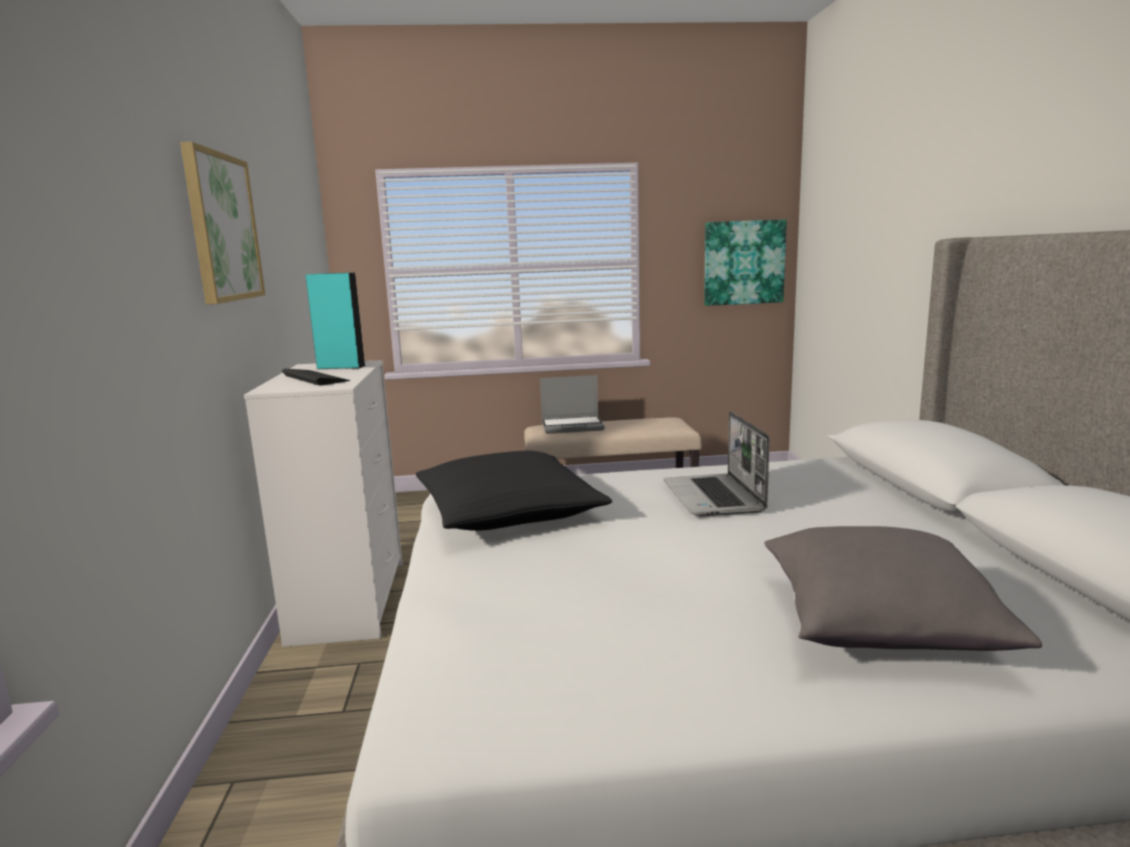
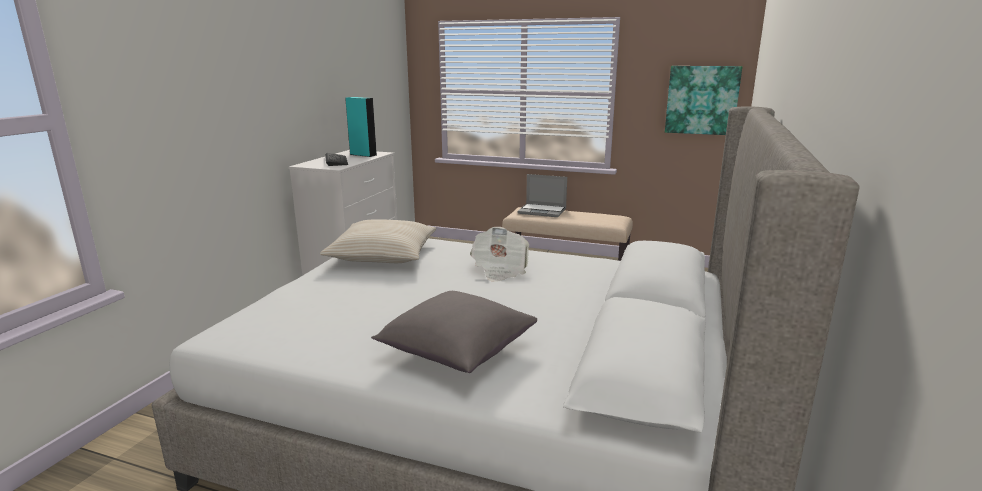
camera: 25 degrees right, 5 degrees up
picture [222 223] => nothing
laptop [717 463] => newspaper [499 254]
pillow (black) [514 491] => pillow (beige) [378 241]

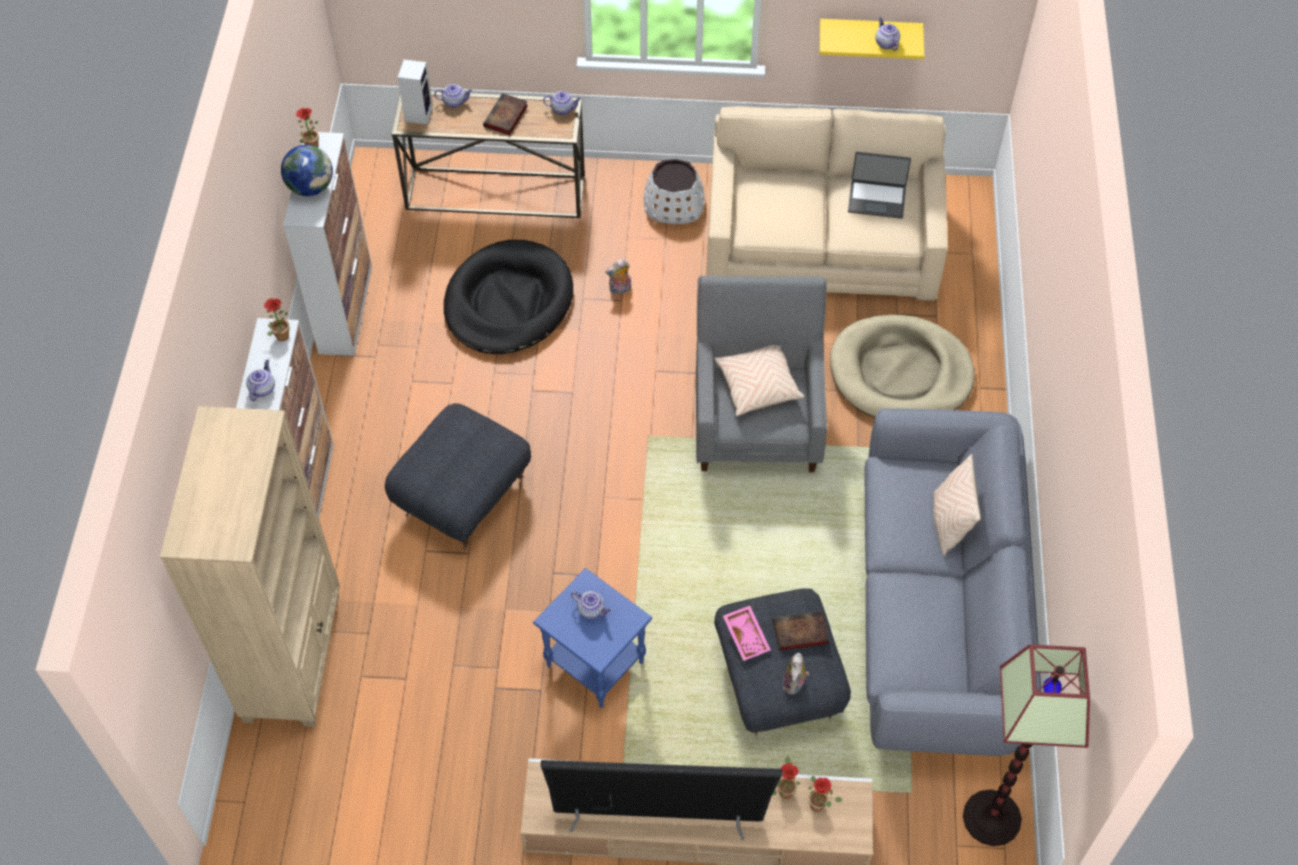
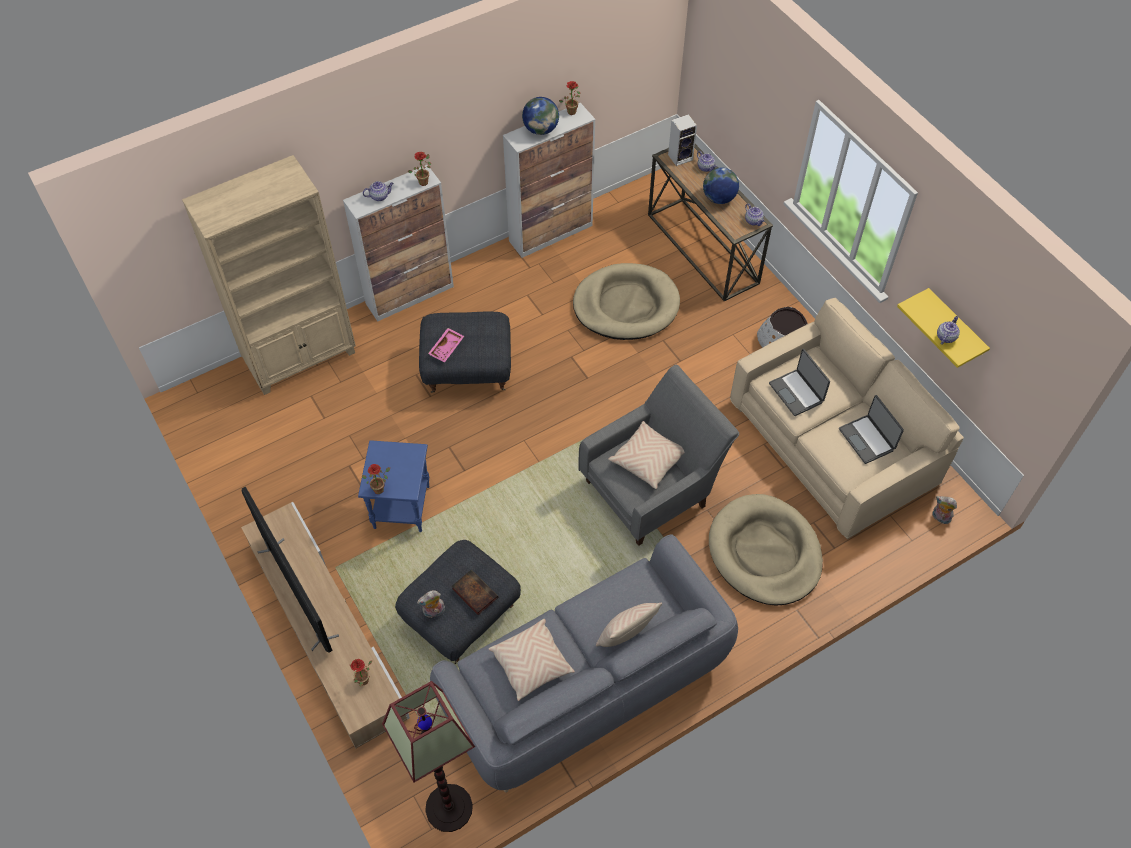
camera: 55 degrees right, 0 degrees up
book [505 114] => globe [721 186]
dog bed (black) [508 297] => dog bed (beige) [626 301]
plush toy [618 277] => plush toy [944 510], shifted
teapot [591 605] => nothing
tray (pink) [747 633] => tray (pink) [446 345], shifted
potted plant [786 777] => potted plant [376 479], shifted
nothing => laptop [799 382]
nothing => pillow (beige) [532 660]

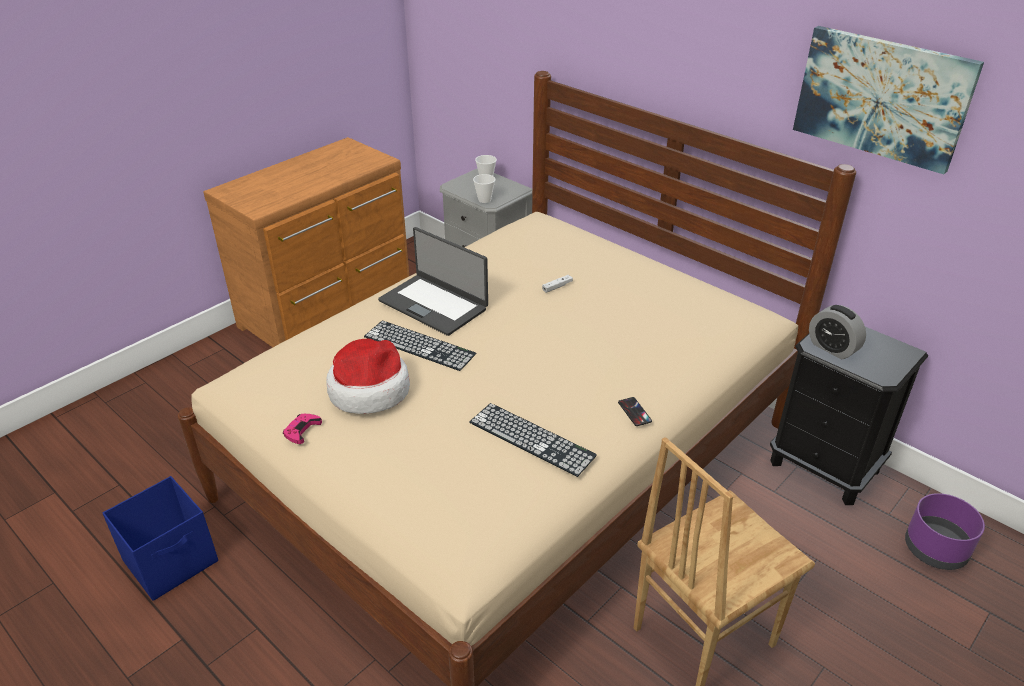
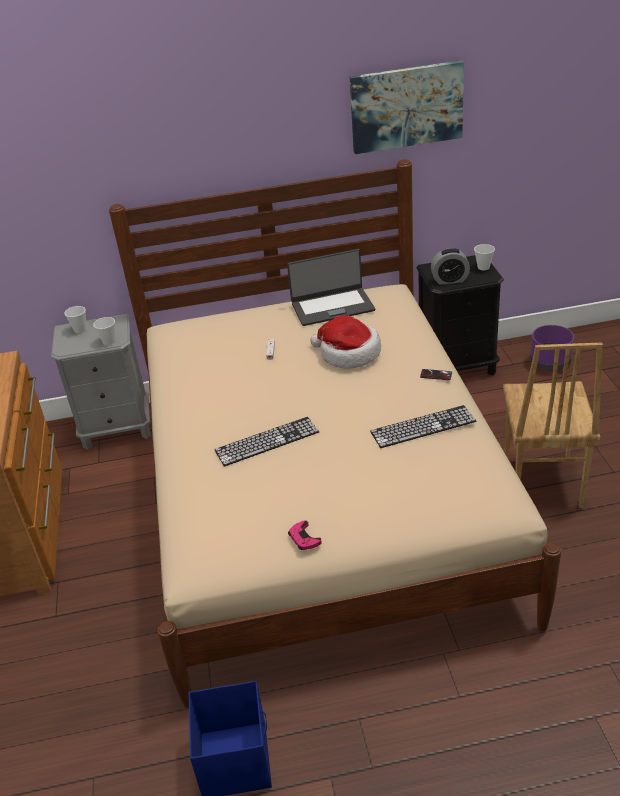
camera: 50 degrees left, 0 degrees up
laptop [433 281] => laptop [331 287], shifted
hat [368 376] => hat [345 342], shifted
nothing => cup [484 257]

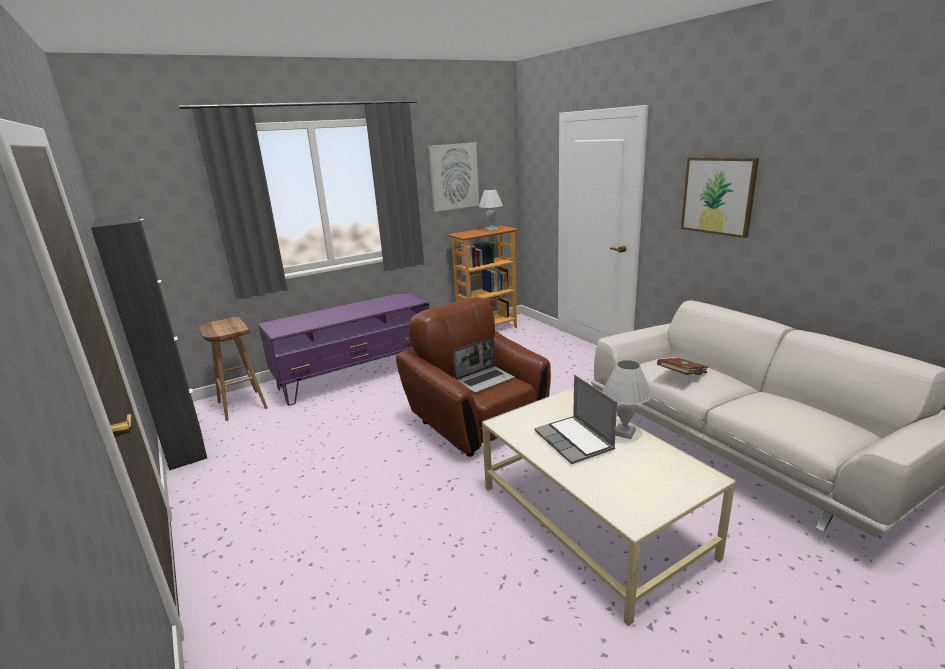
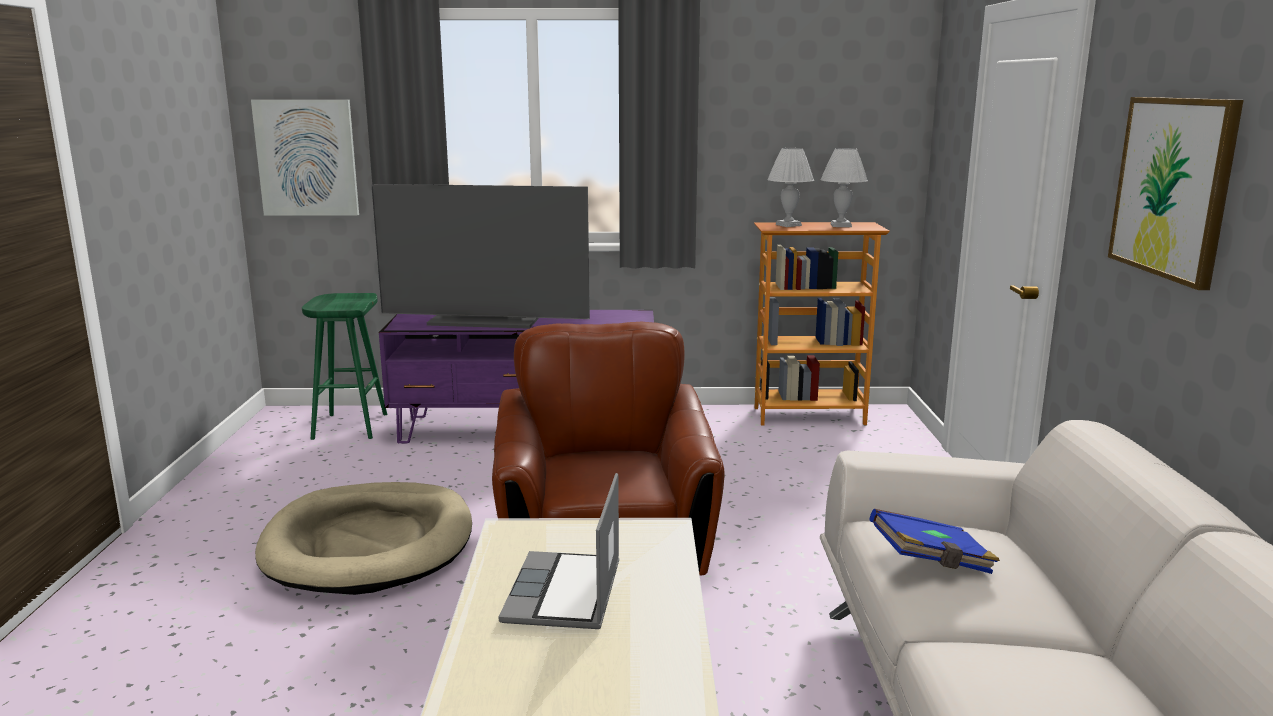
camera: 30 degrees right, 5 degrees down
picture [453 177] => picture [305 158], shifted
cabinet (black) [149 342] => nothing
stool (brown) [233 369] => stool (green) [344 366]
laptop [484 365] => nothing
book (brown) [683 366] => book (blue) [935 541]
table lamp (white) [627 399] => table lamp (white) [790 187], shifted
nothing => television [480 256]
nothing => dog bed (beige) [363 538]

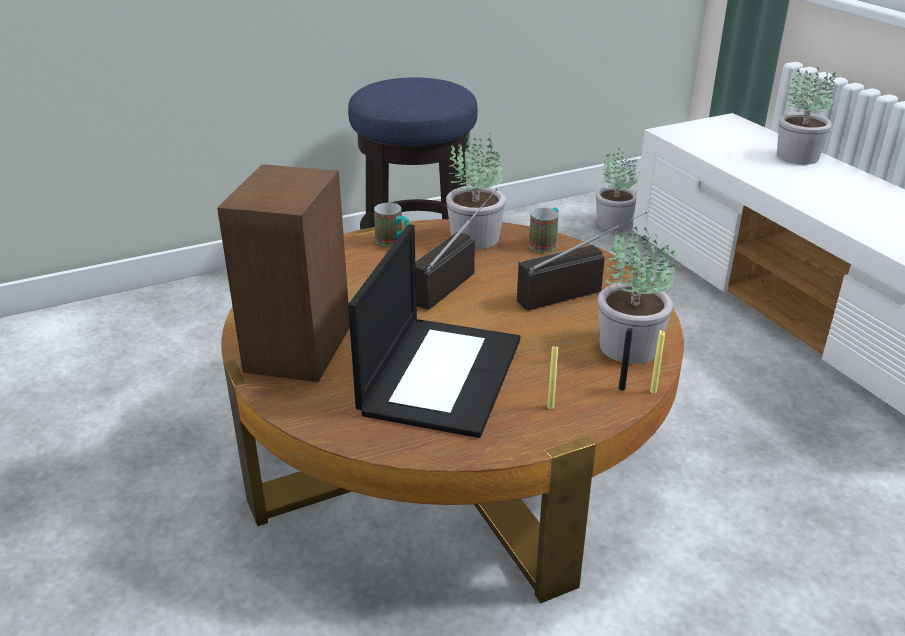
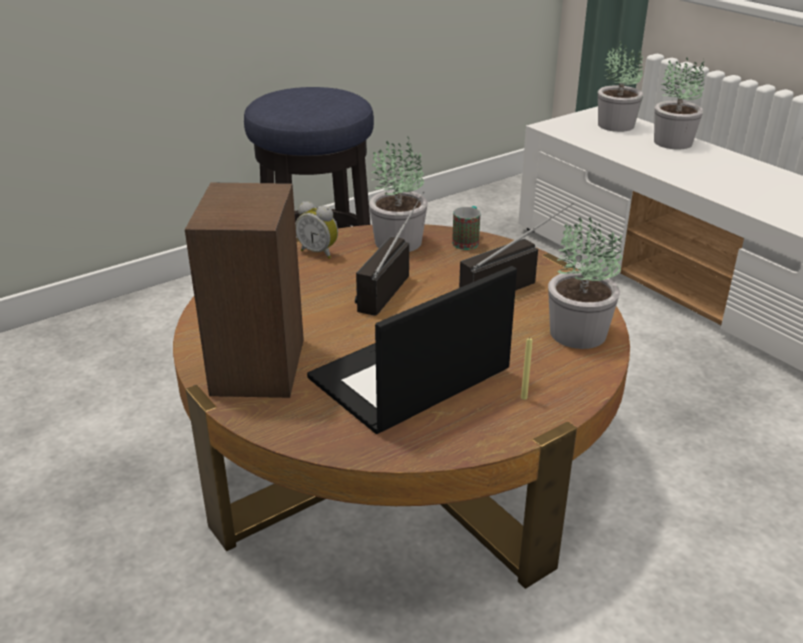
camera: 10 degrees left, 0 degrees up
potted plant [616 189] => potted plant [620 86], shifted
mug [391 224] => alarm clock [316 230]
laptop [434 331] => laptop [412 350], 135 degrees counterclockwise
candle (black) [625 359] => nothing
candle (yellow) [657 362] => nothing

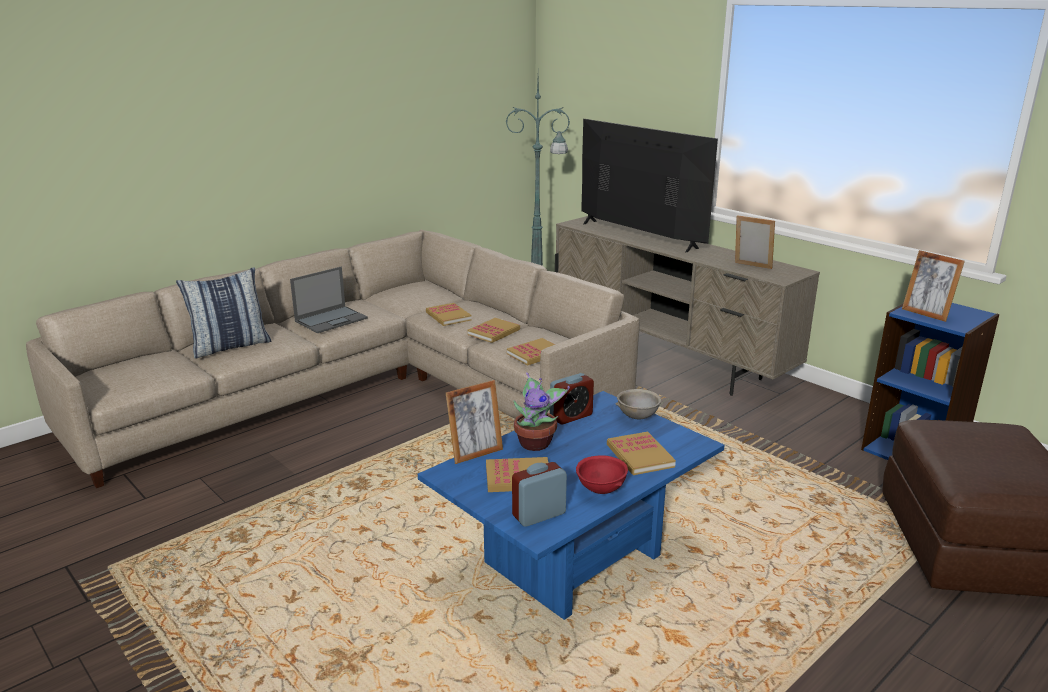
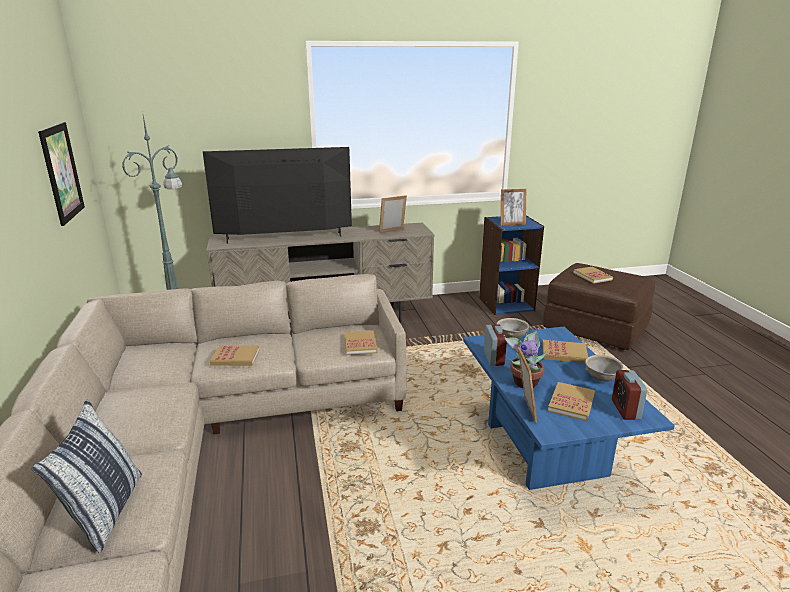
camera: 60 degrees left, 0 degrees up
laptop [329 300] => nothing
book [494 330] => book [593 275], shifted
bowl (red) [602 474] => bowl (grey) [604 368]
nothing => picture [61 174]

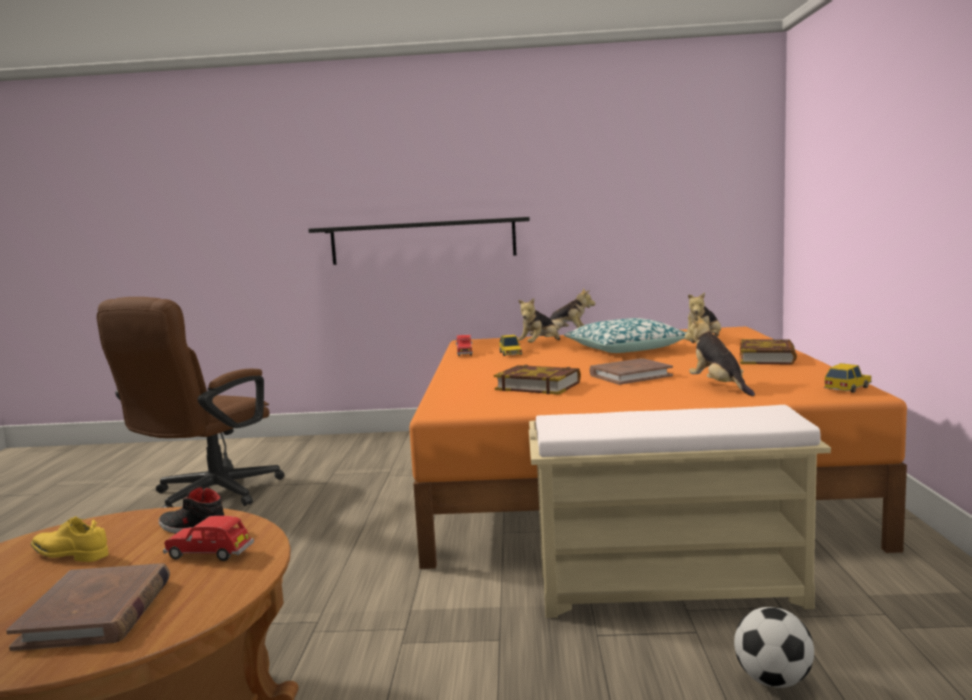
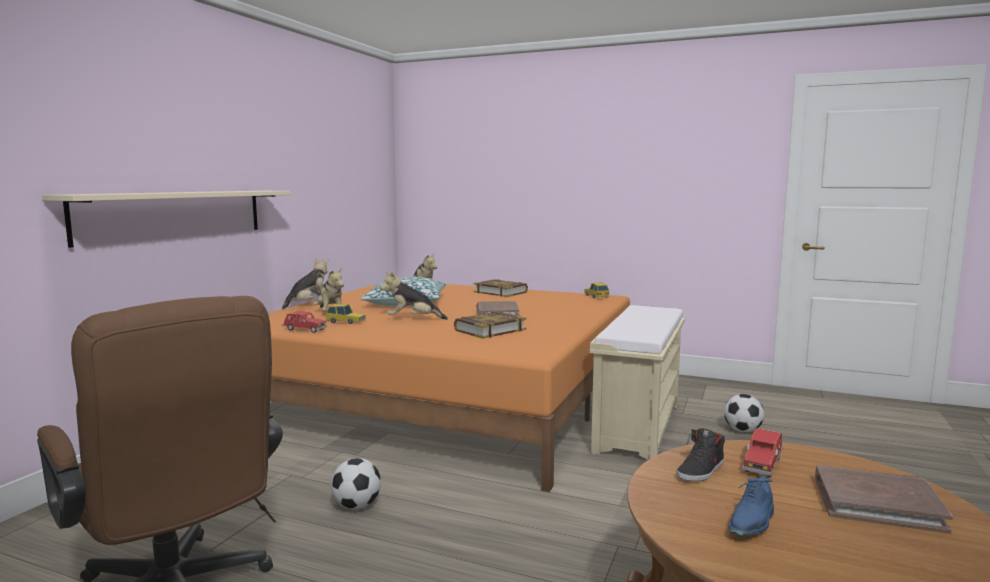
camera: 70 degrees left, 0 degrees up
shelf (black) [419 241] => shelf (beige) [166 219]
plush toy [719 356] => plush toy [414 296], shifted
shoe (yellow) [70 539] => shoe (blue) [751 505]
nothing => football [356 484]

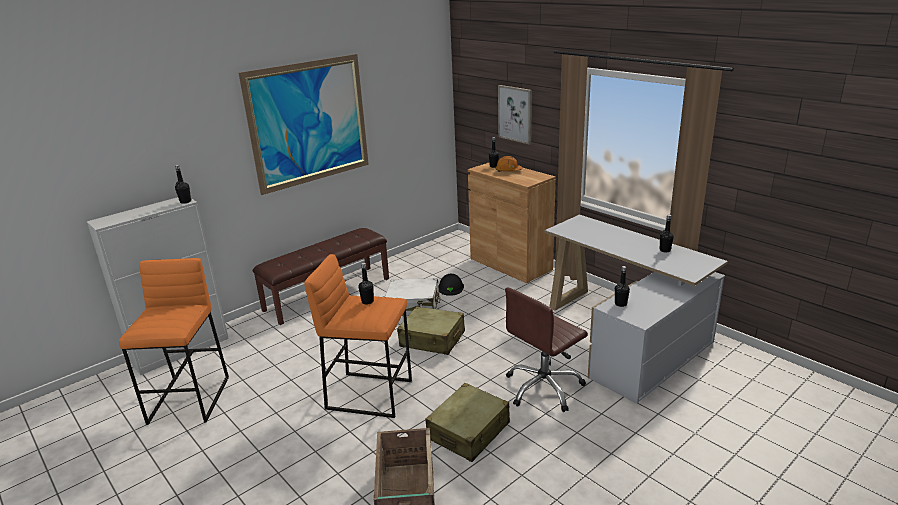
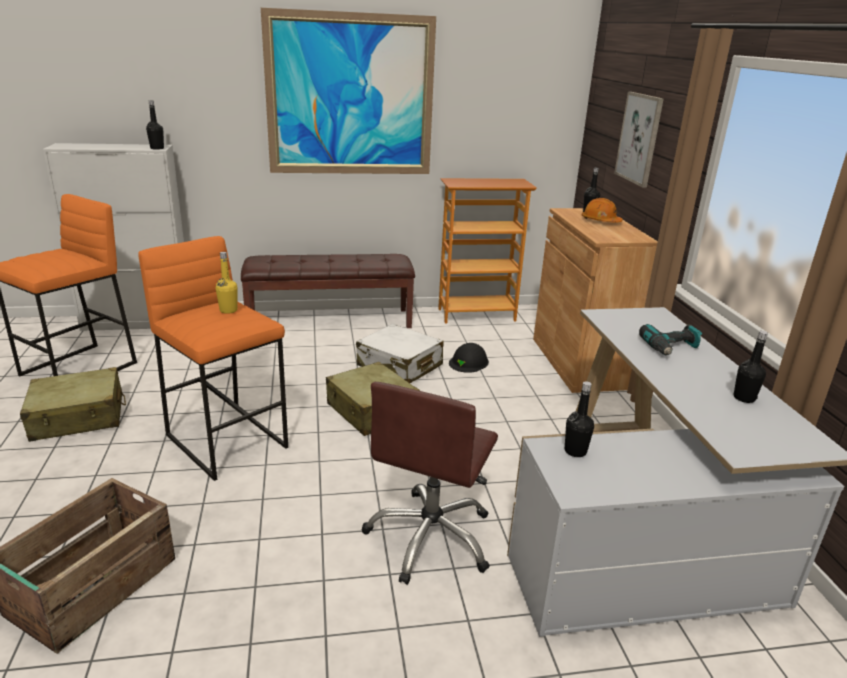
camera: 30 degrees right, 0 degrees up
bottle (black) [366 283] => bottle (yellow) [226 283]
office chair (brown) [546 349] => office chair (brown) [430 483], 60 degrees counterclockwise
suitcase (beige) [467 422] => suitcase (beige) [73 404], shifted
nothing => bookcase [487 251]
nothing => power drill [670 339]

